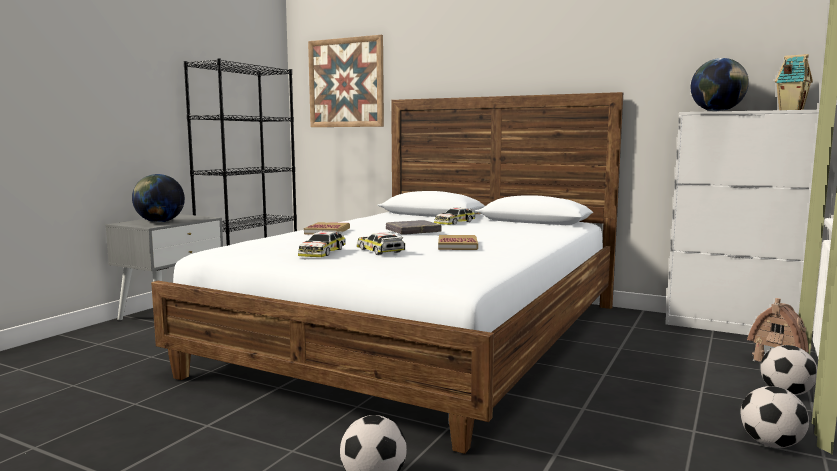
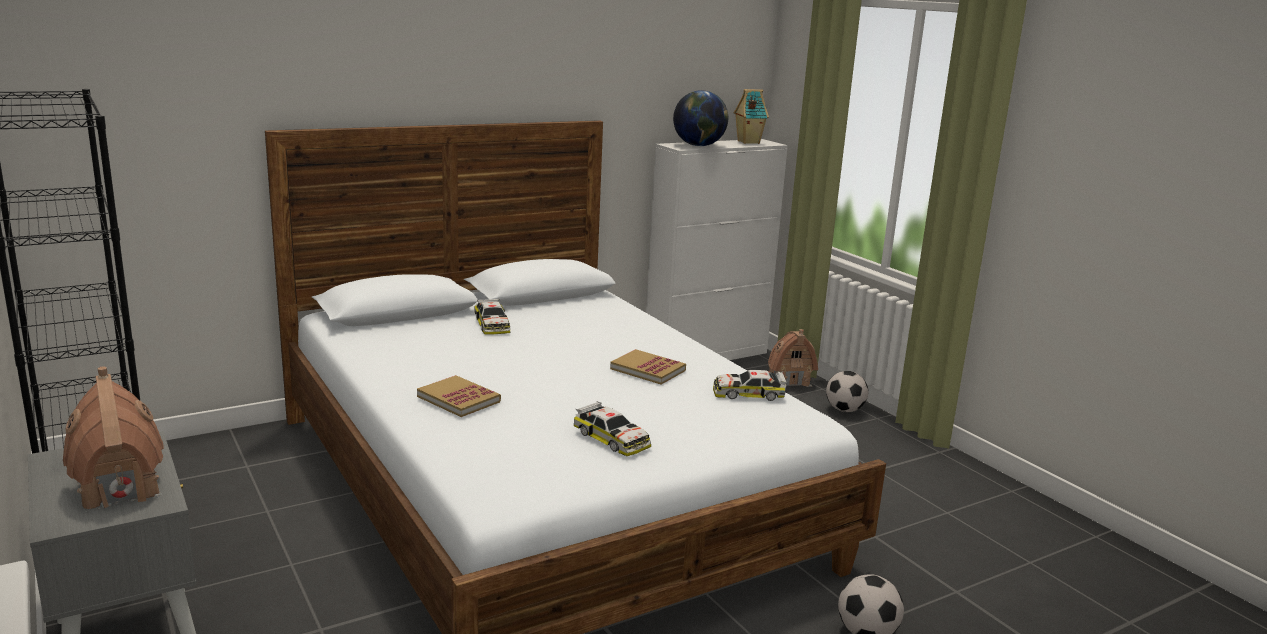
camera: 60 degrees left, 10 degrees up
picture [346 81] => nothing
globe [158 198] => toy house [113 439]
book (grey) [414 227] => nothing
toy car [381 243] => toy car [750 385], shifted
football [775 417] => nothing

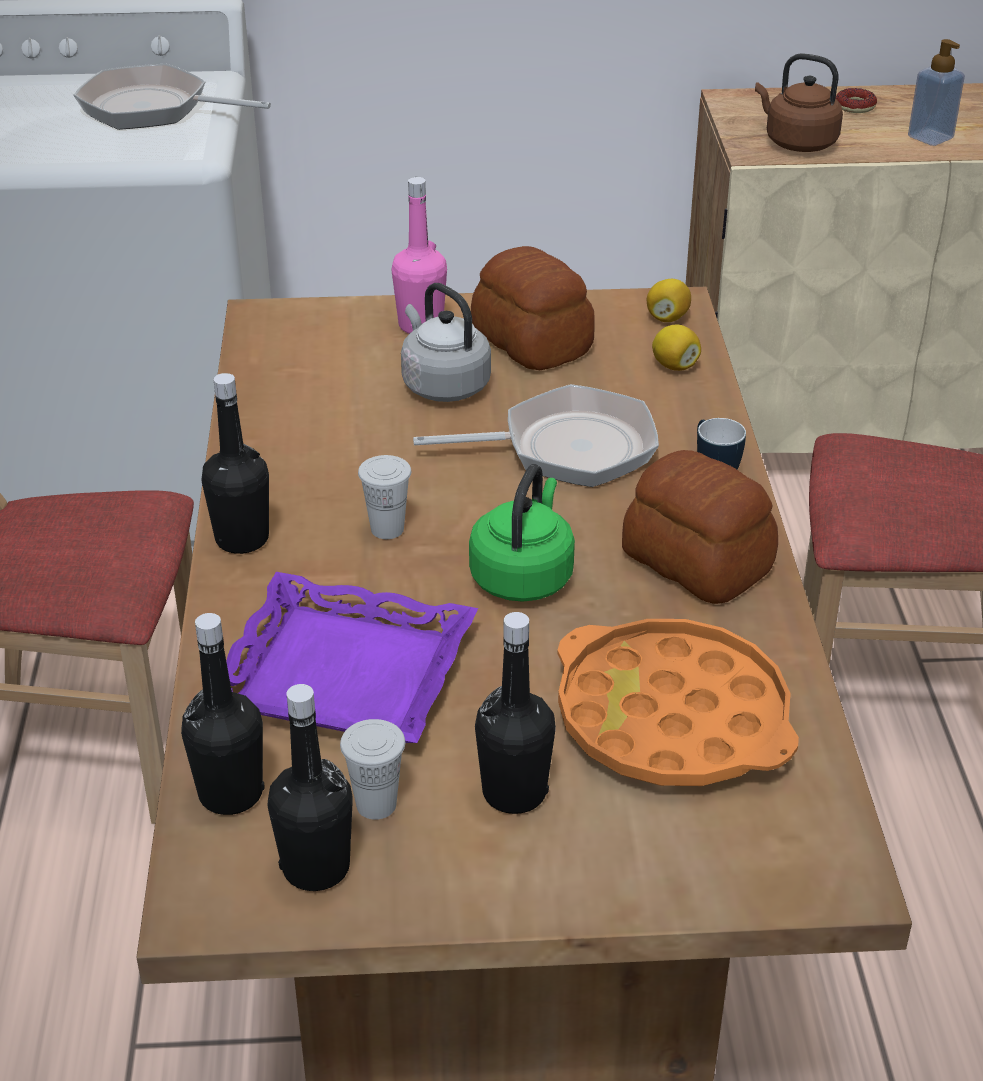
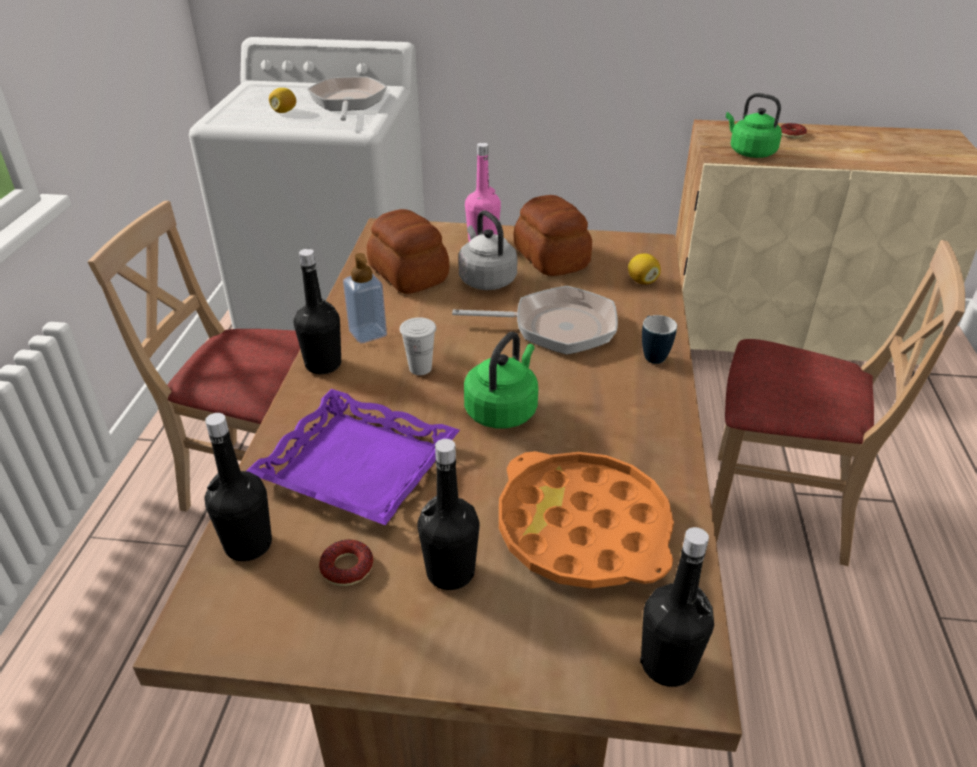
camera: 10 degrees right, 0 degrees up
soap dispenser [936 92] => soap dispenser [365 298], shifted
kettle (brown) [799 102] => kettle (green) [754 125]
frying pan [172 97] => frying pan [347 99], 60 degrees clockwise
lemon [669 300] => lemon [282 100], shifted
bread [700 527] => bread [408 251], shifted
bottle (black) [310 787] => bottle (black) [677 607], shifted
cup (white) [372 769] => donut [346 562]

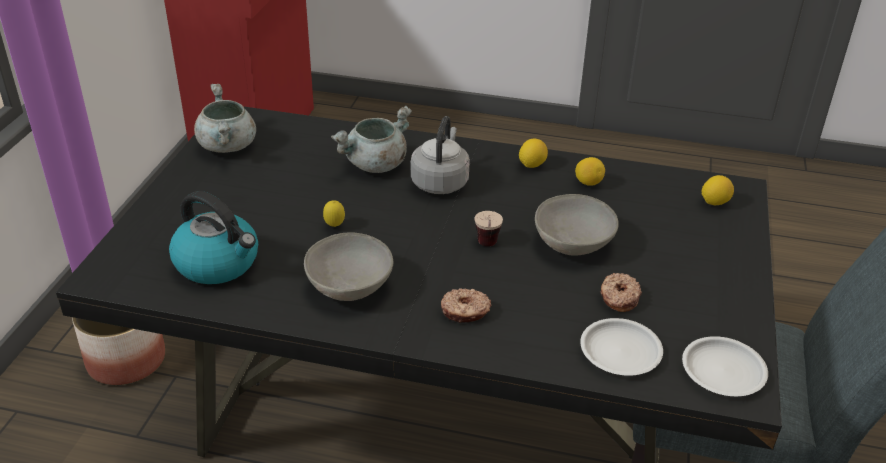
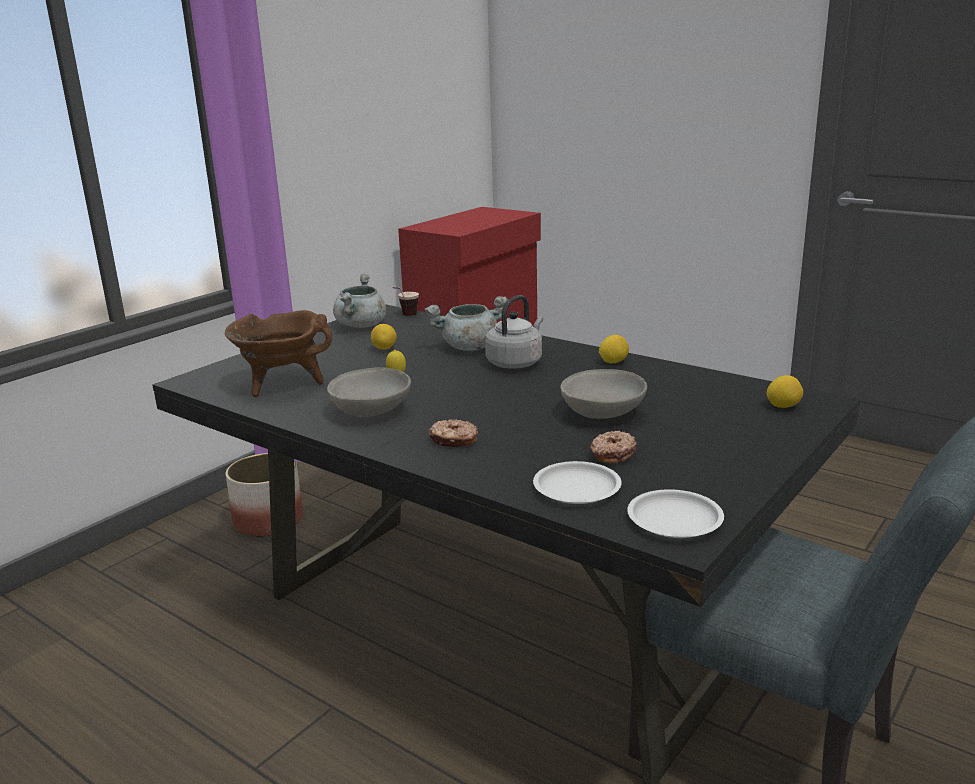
camera: 25 degrees right, 15 degrees down
lemon [590 171] => lemon [384 337], shifted
kettle [213 237] => cooking pot (brown) [278 353]
cup [488 228] => cup [406 301], shifted

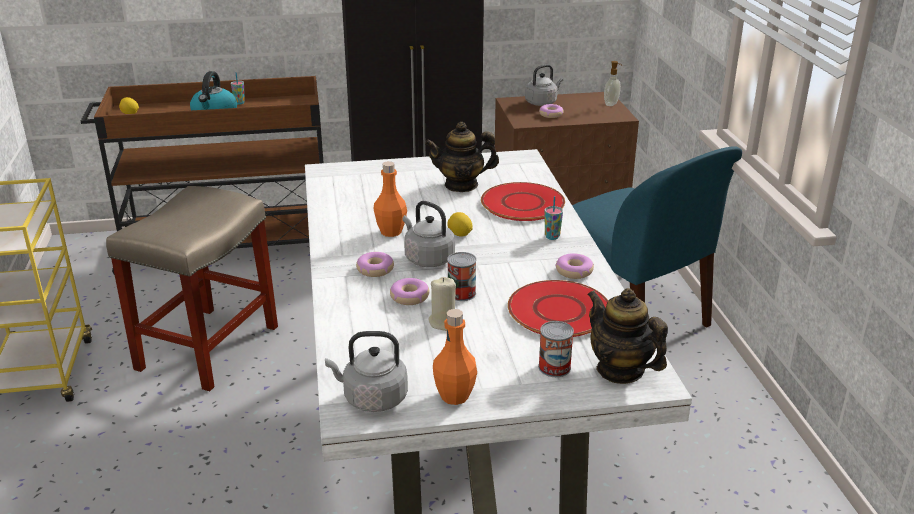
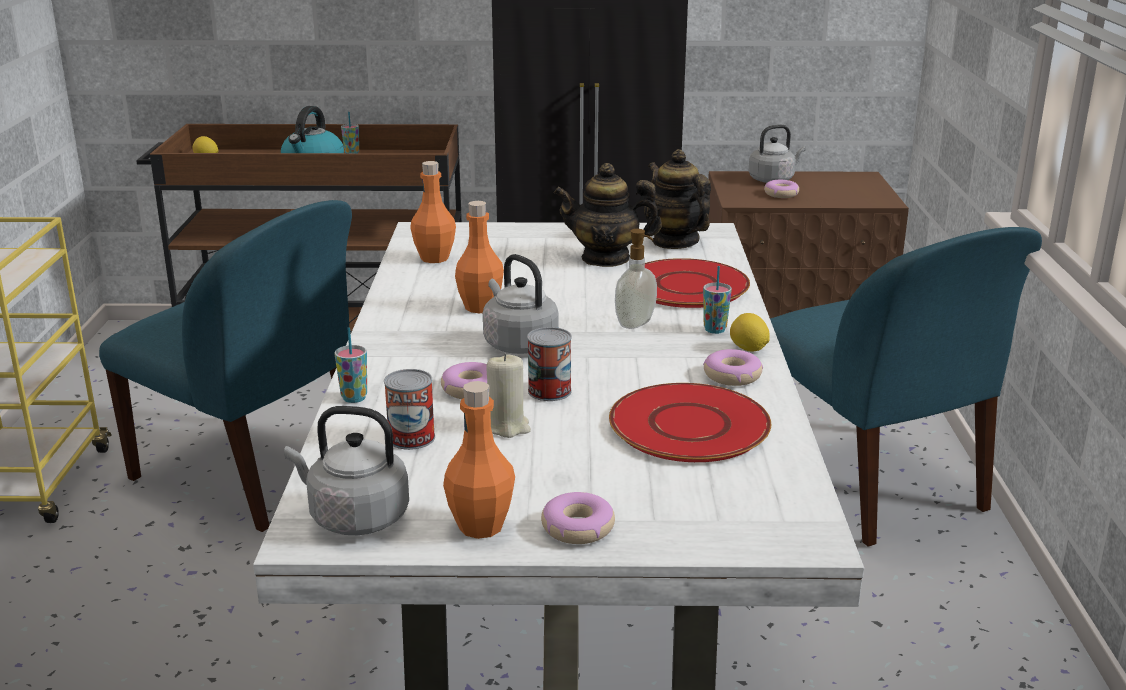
camera: 10 degrees right, 5 degrees down
soap dispenser [613 83] => soap dispenser [636 279], shifted
stool (beige) [192 288] => chair (blue) [225 366]
lemon [460 224] => lemon [750 332], shifted
donut [375 264] => donut [578 518], shifted
teapot [627 336] => teapot [677 199], shifted
can [556 349] => can [409 409], shifted
nothing => bottle (orange) [433 212]
nothing => cup [350 365]

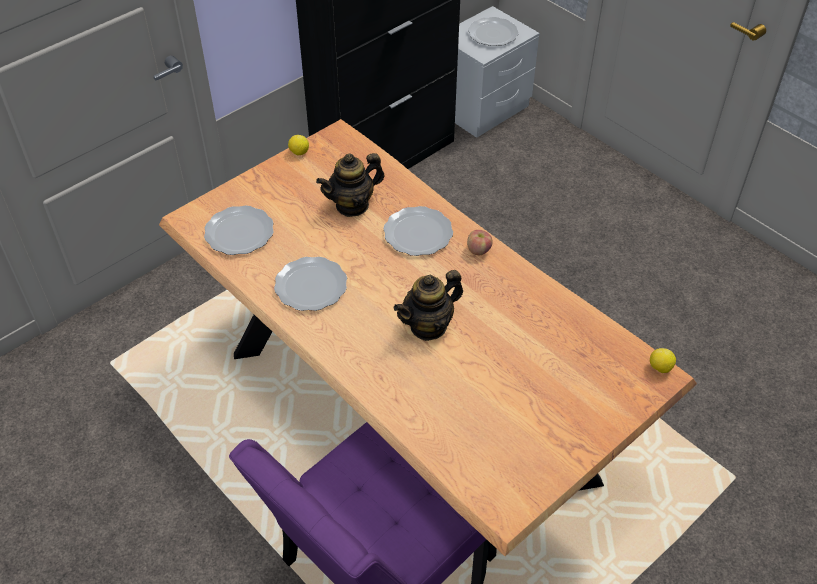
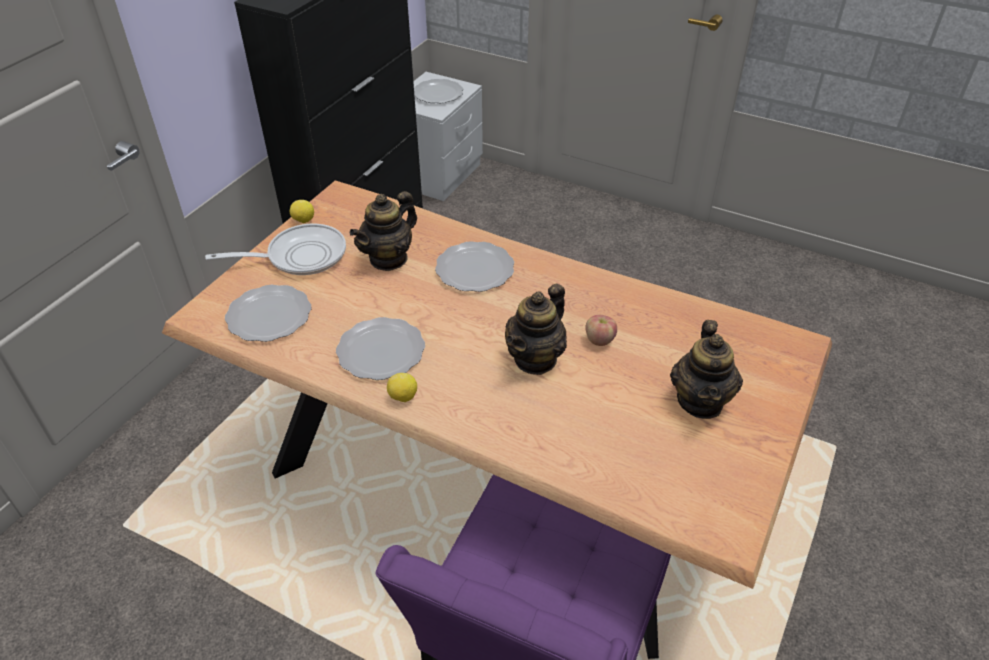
camera: 20 degrees left, 5 degrees down
apple [480 242] => apple [601 330], shifted
lemon [663 360] => lemon [402 387], shifted
nothing => frying pan [275 249]
nothing => teapot [706 369]

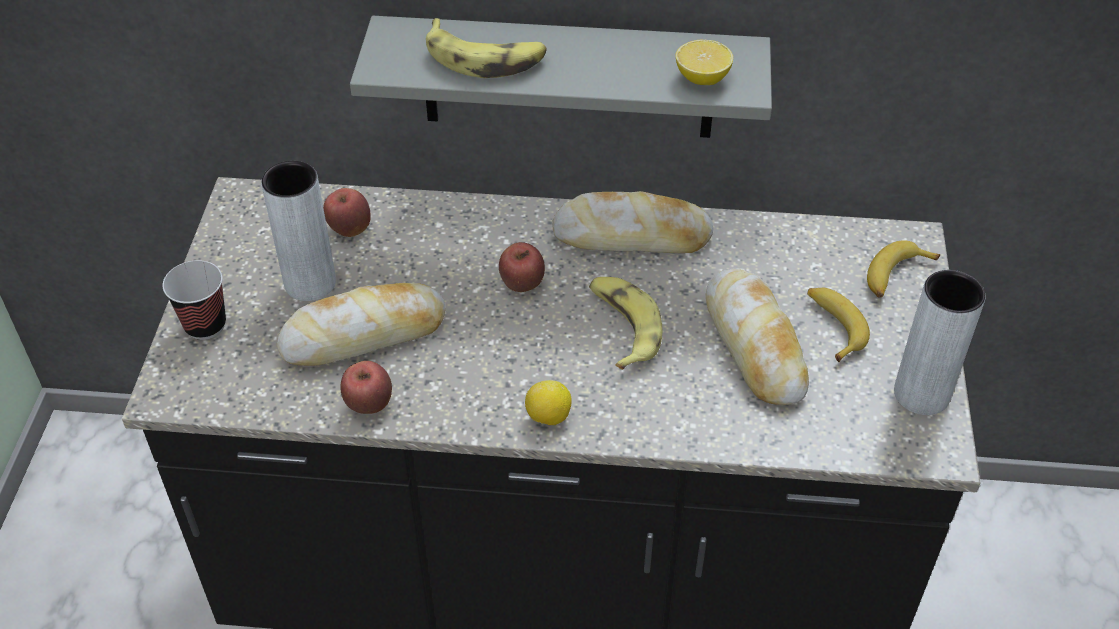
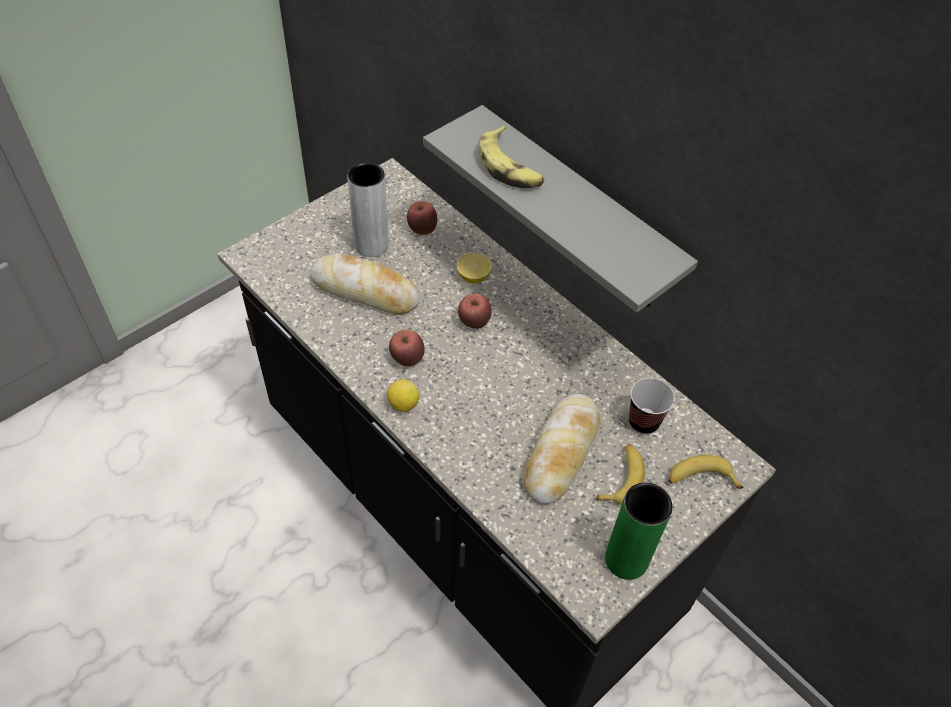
camera: 40 degrees right, 5 degrees up
lemon [704 62] => lemon [474 268], shifted
bread [633 222] => nothing
cup [194 300] => cup [652 406], shifted
vase (grey) [940 342] => vase (green) [639 531]
banana [625 323] => nothing
apple [366 387] => apple [407 348], shifted

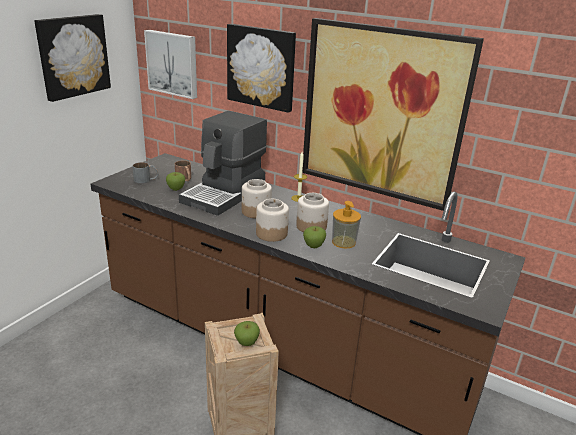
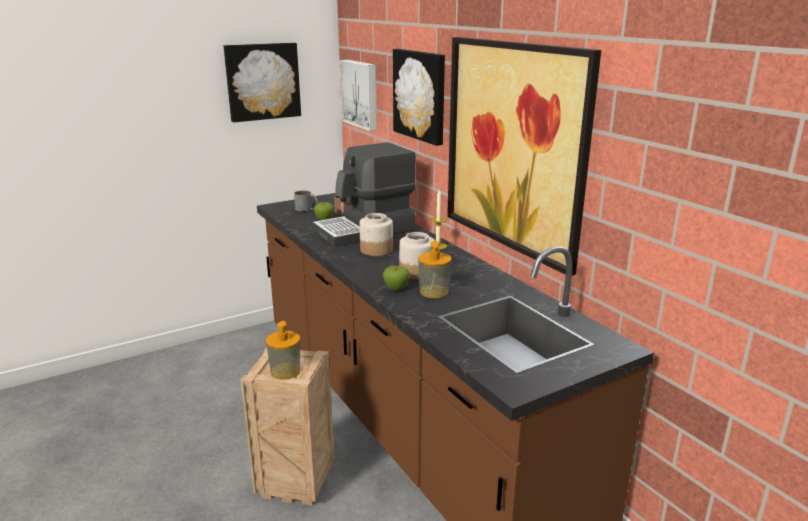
camera: 30 degrees right, 5 degrees down
jar [272 220] => nothing
apple [247 333] => soap dispenser [283 350]

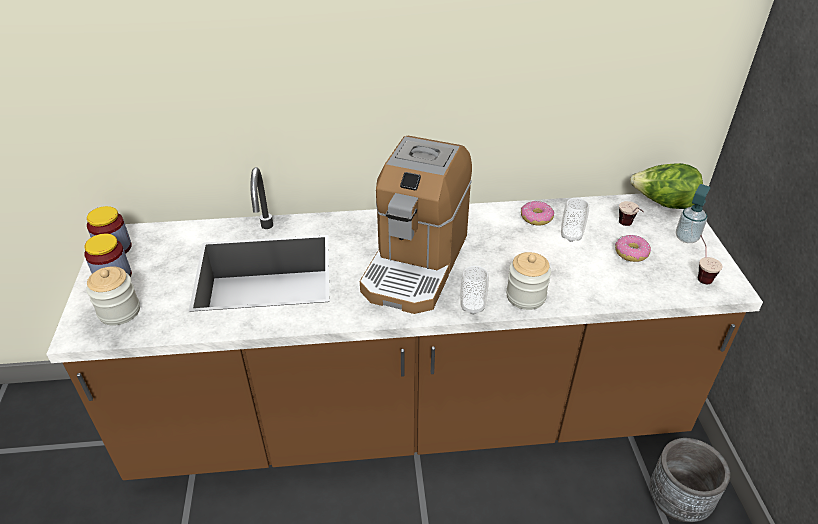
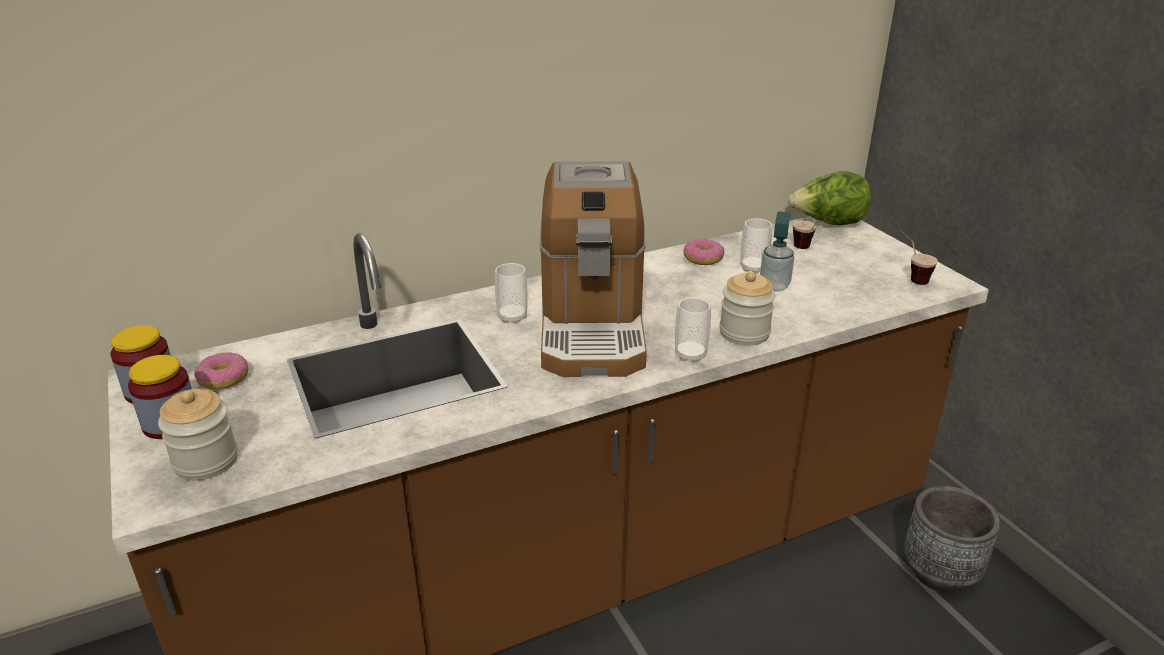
camera: 20 degrees left, 10 degrees down
soap dispenser [693 213] => soap dispenser [777 251], shifted
donut [633 248] => donut [221 371], shifted
nothing => cup [511 293]

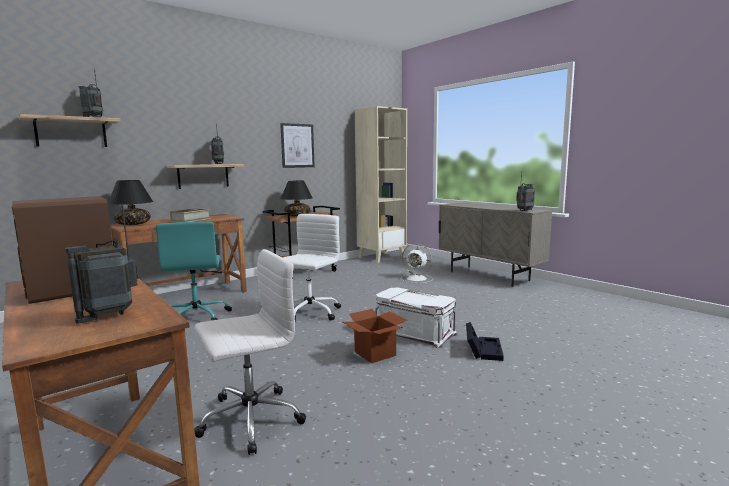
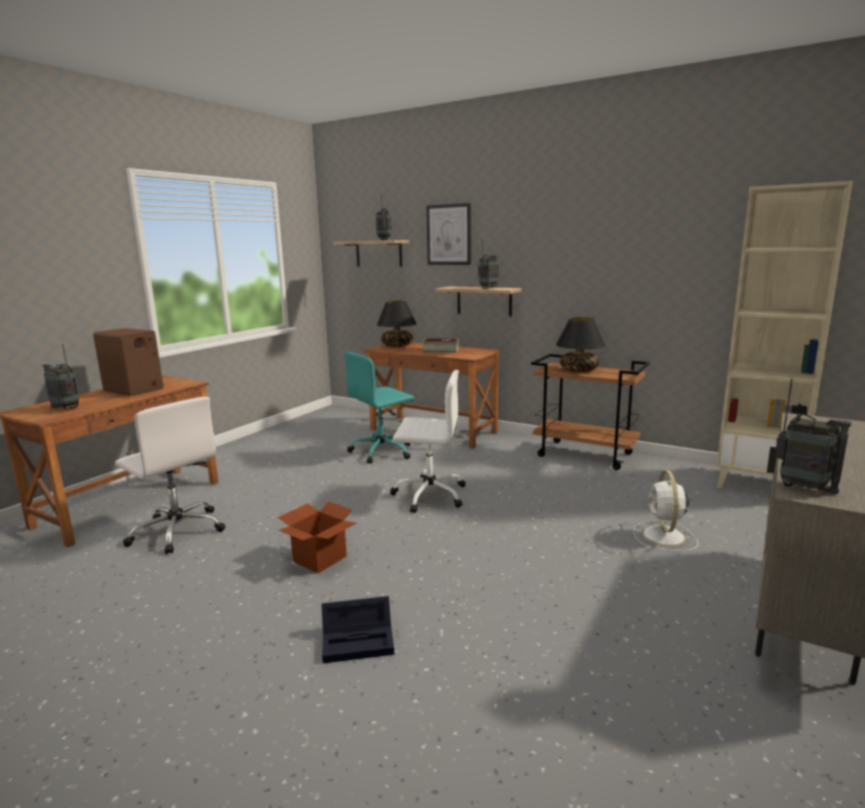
camera: 70 degrees right, 5 degrees up
picture [297 145] => picture [448 234], shifted
storage box (white) [416 317] => nothing

